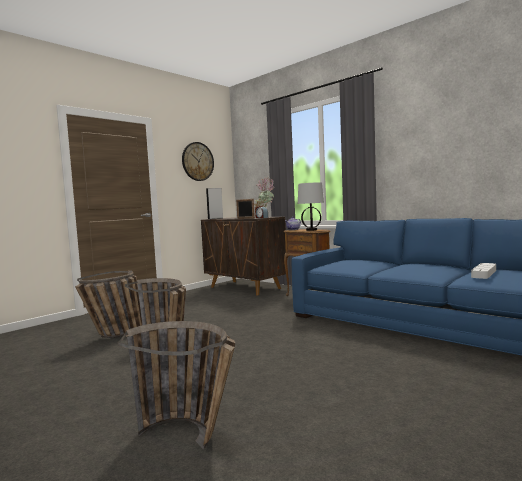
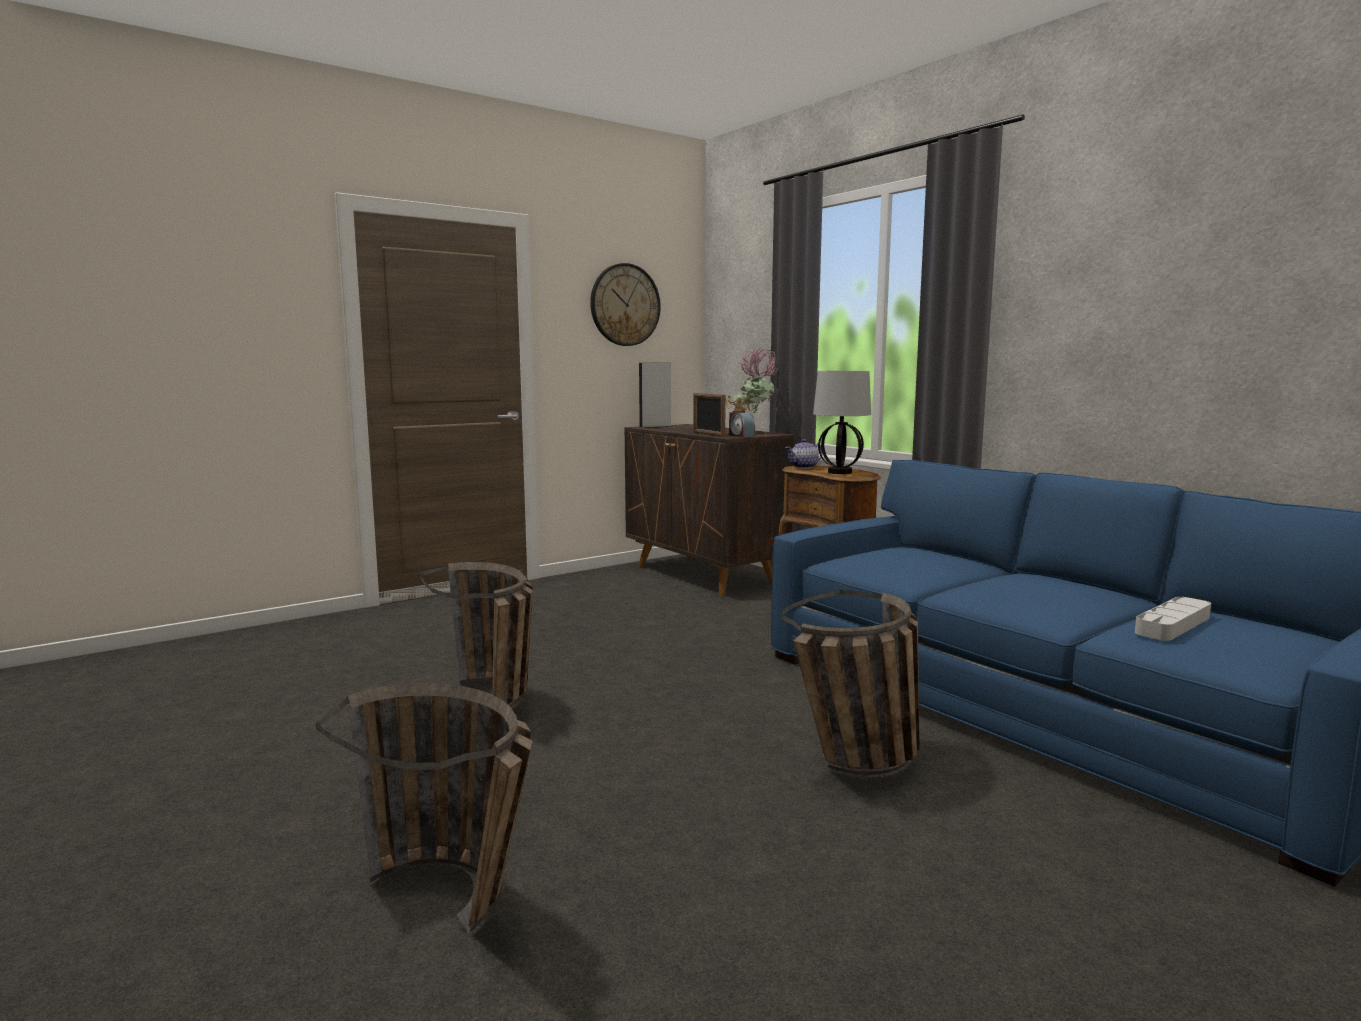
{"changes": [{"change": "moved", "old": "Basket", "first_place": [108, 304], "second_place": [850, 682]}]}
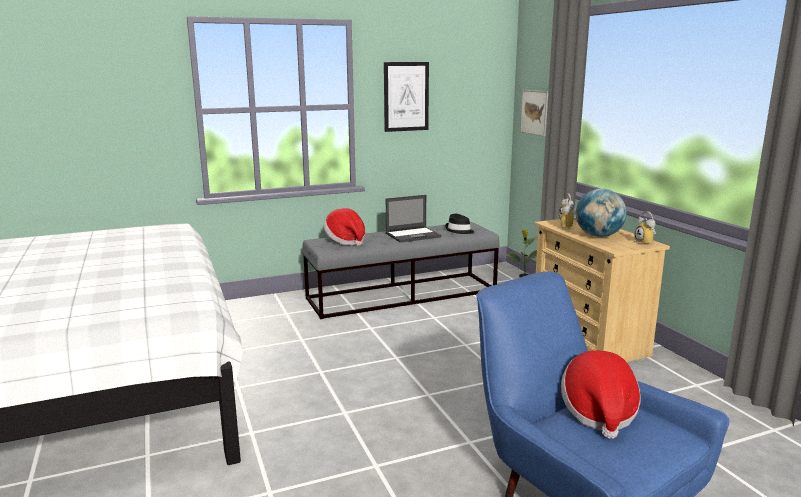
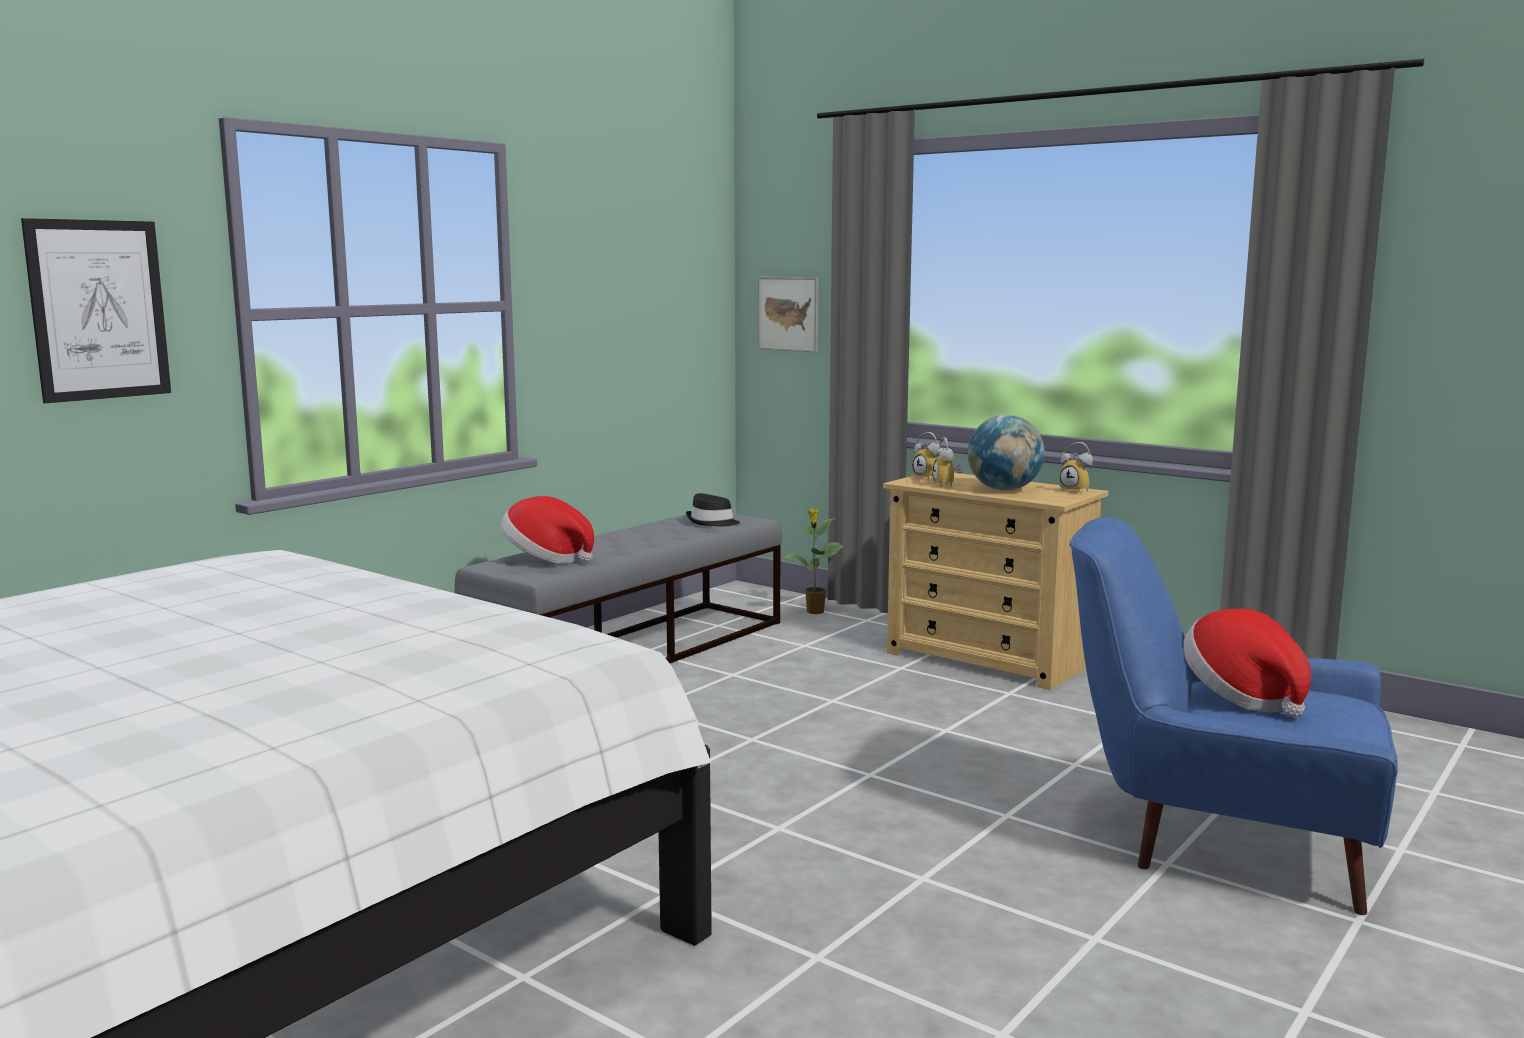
{"changes": [{"change": "moved", "old": "Picture", "first_place": [406, 97], "second_place": [96, 310]}, {"change": "removed", "old": "Laptop", "first_place": [413, 219]}]}
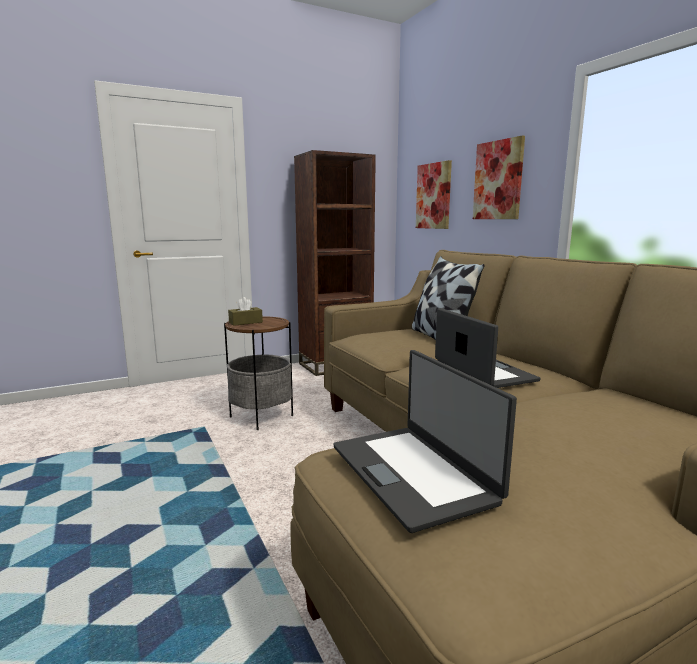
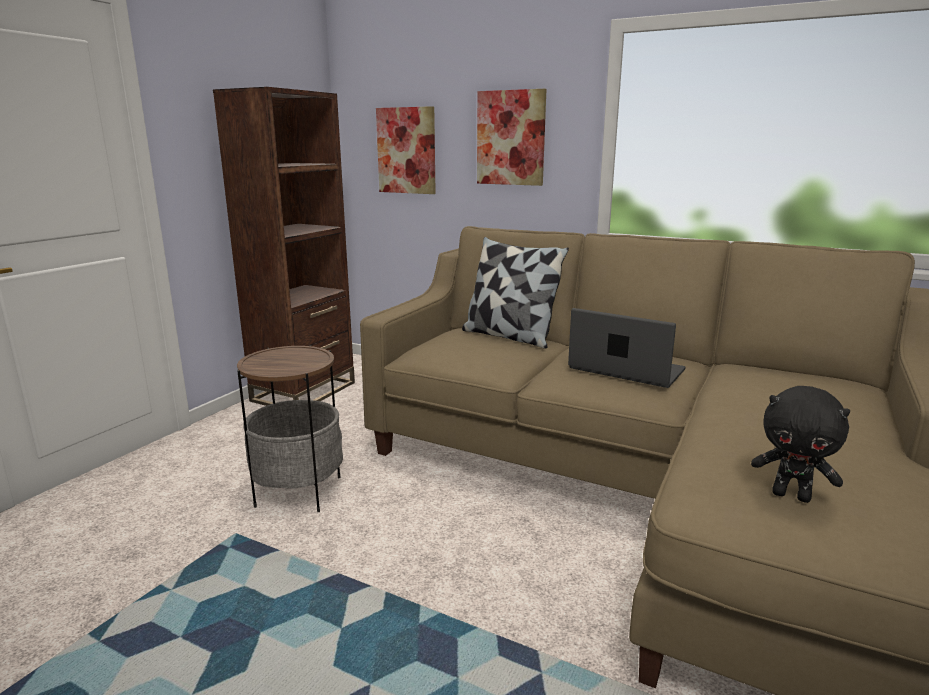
{"changes": [{"change": "removed", "old": "BrownTissueBox", "first_place": [245, 311]}, {"change": "replaced", "old": "Laptop", "new": "BlackPlushToy", "first_place": [425, 441], "second_place": [800, 444]}]}
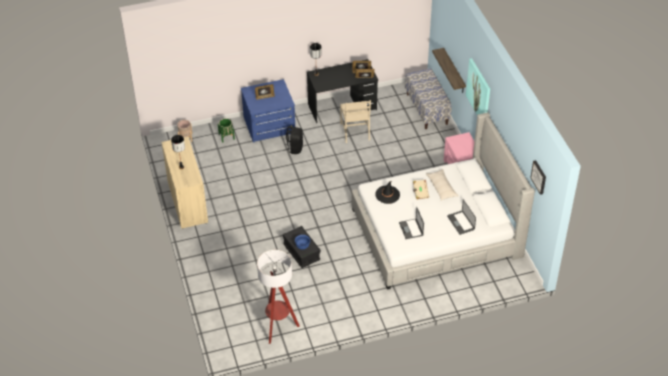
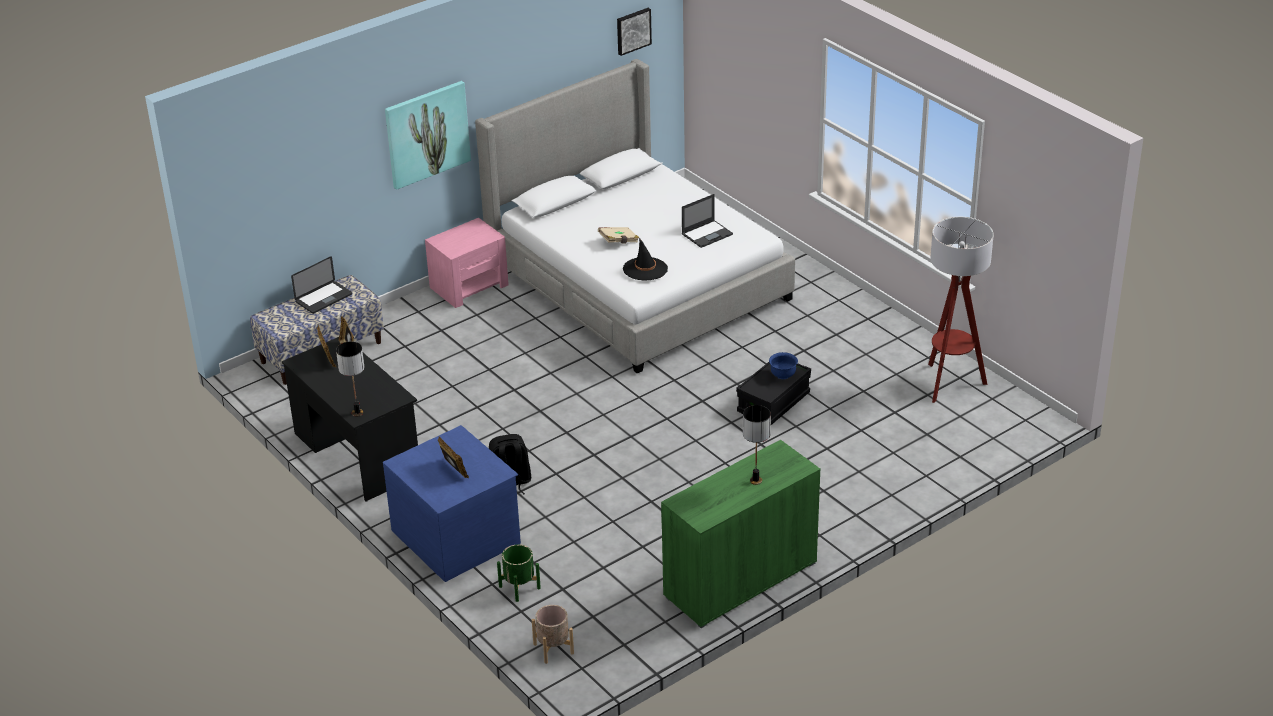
{"changes": [{"change": "recoloured", "old": "BeigeCabinet", "new": "GreenCabinet", "first_place": [184, 182], "second_place": [741, 534]}, {"change": "removed", "old": "BeigeChair", "first_place": [355, 121]}, {"change": "removed", "old": "BeigePillow", "first_place": [442, 185]}, {"change": "removed", "old": "Shelf", "first_place": [449, 70]}, {"change": "moved", "old": "Laptop", "first_place": [461, 217], "second_place": [321, 285]}]}
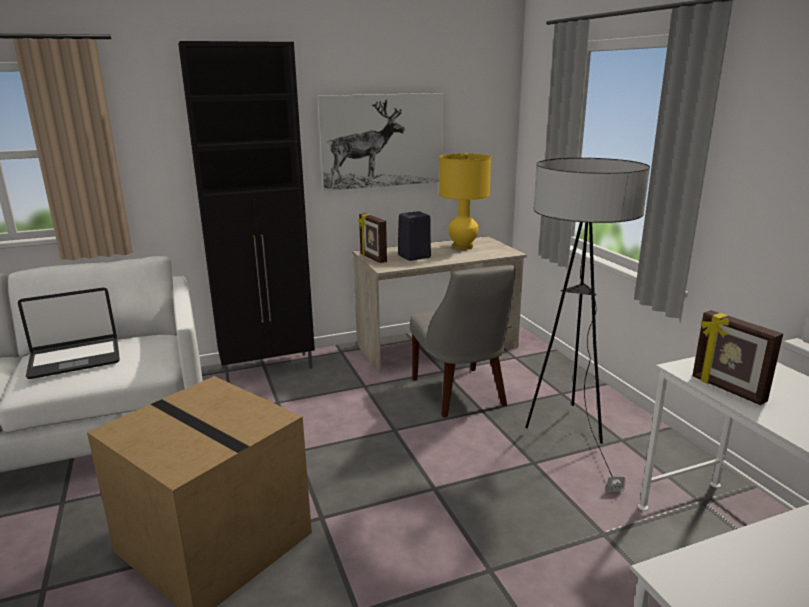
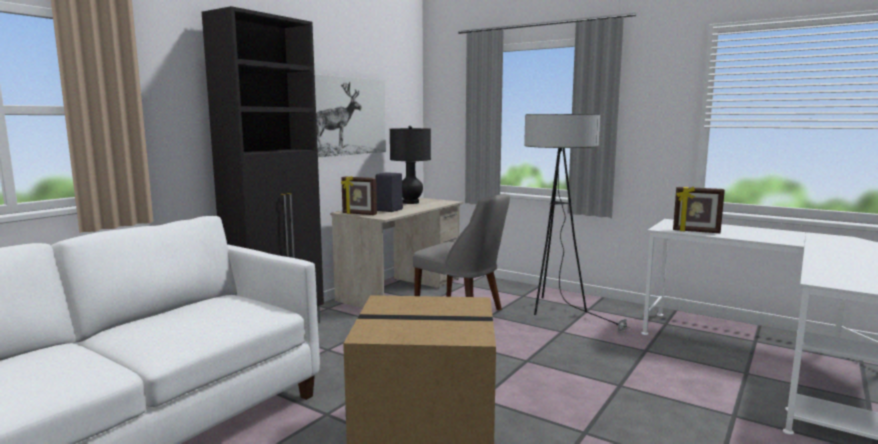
{"changes": [{"change": "removed", "old": "Laptop", "first_place": [69, 333]}, {"change": "recoloured", "old": "YellowTableLamp", "new": "BlackTableLamp", "first_place": [465, 201], "second_place": [410, 165]}]}
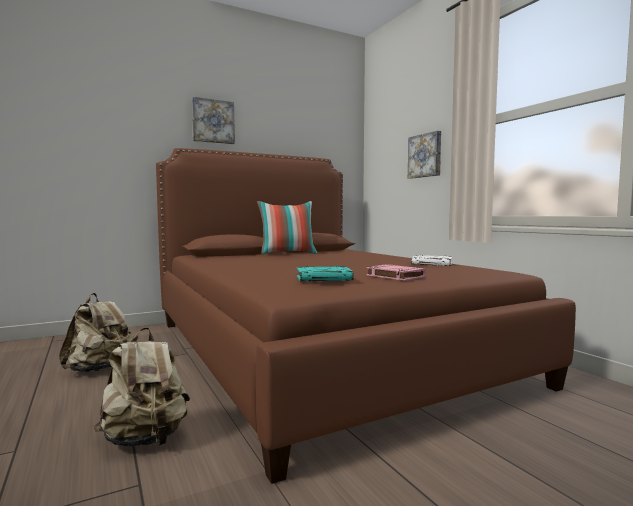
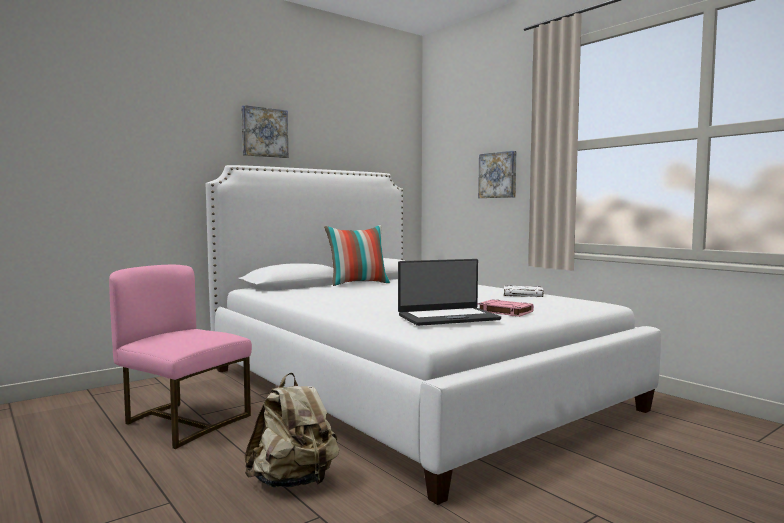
{"changes": [{"change": "replaced", "old": "BeigeBackpack", "new": "PinkChair", "first_place": [96, 332], "second_place": [180, 357]}, {"change": "recoloured", "old": "BrownBed", "new": "WhiteBed", "first_place": [366, 316], "second_place": [433, 335]}, {"change": "replaced", "old": "TurquoiseBook", "new": "Laptop", "first_place": [325, 274], "second_place": [449, 292]}]}
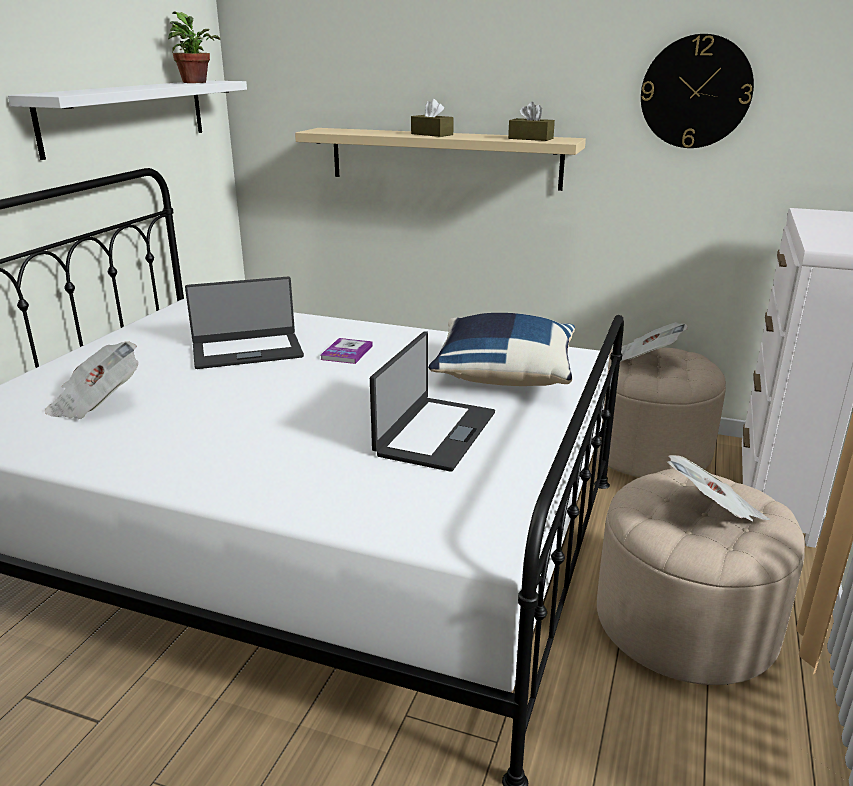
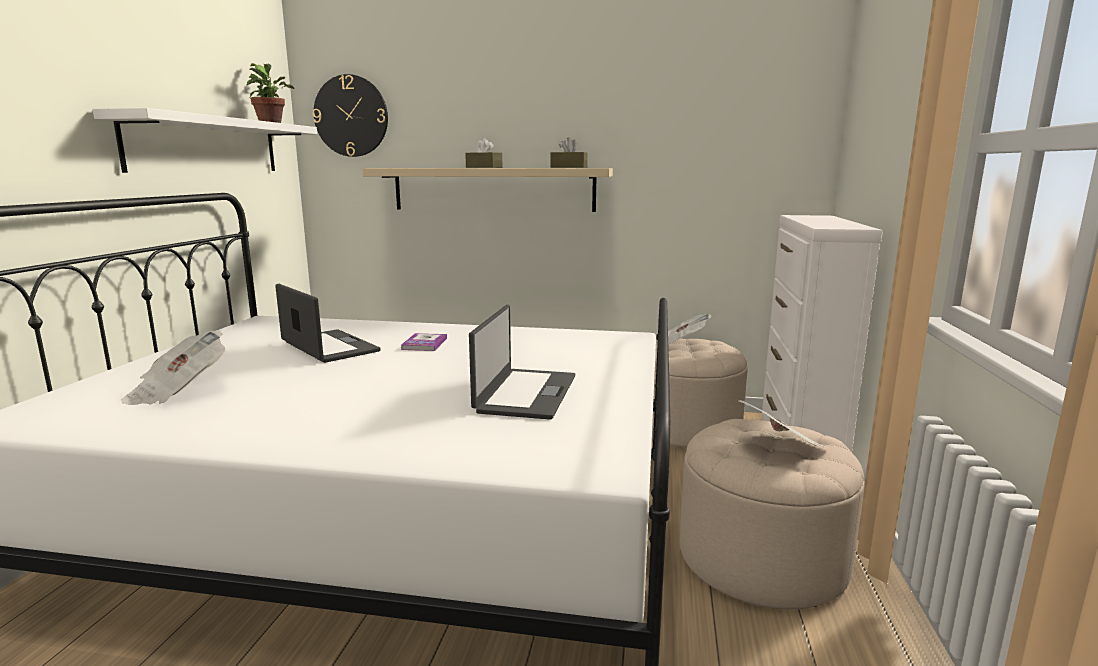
{"changes": [{"change": "turned", "old": "Laptop", "first_place": [244, 323], "second_place": [328, 323], "degrees": -105}, {"change": "removed", "old": "BluePillow", "first_place": [501, 349]}, {"change": "moved", "old": "WallClock", "first_place": [697, 91], "second_place": [350, 115]}]}
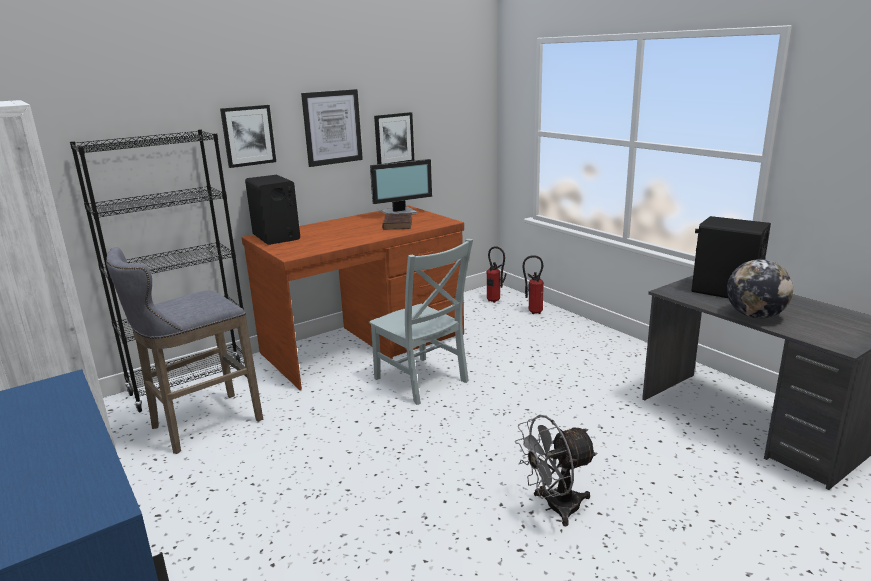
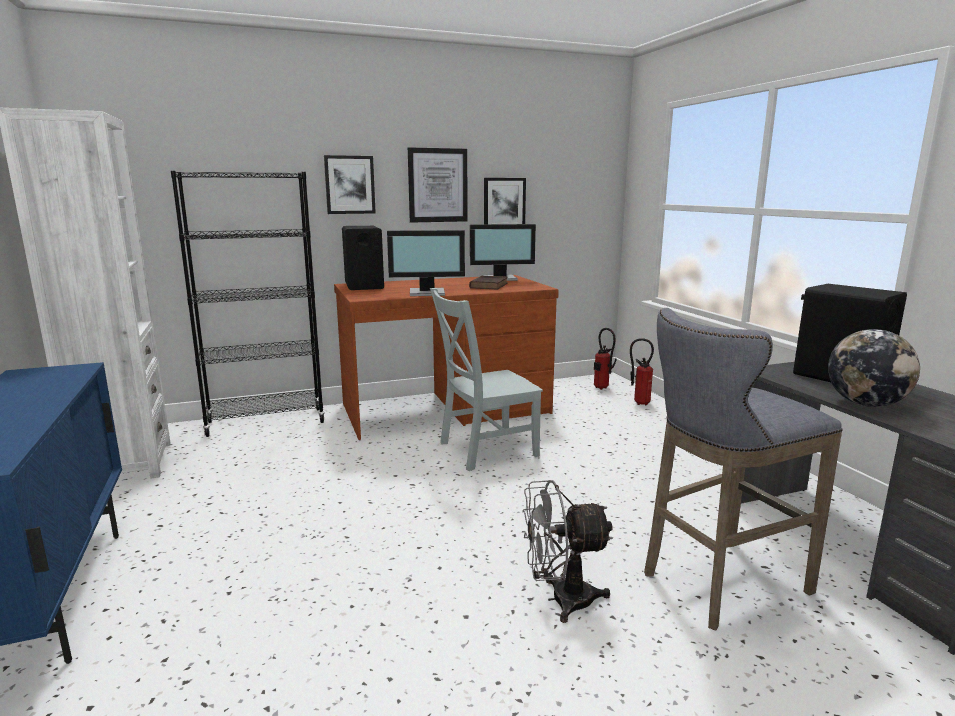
{"changes": [{"change": "moved", "old": "GreyStool", "first_place": [184, 350], "second_place": [743, 469]}, {"change": "turned", "old": "GreyChair", "first_place": [421, 322], "second_place": [486, 379], "degrees": 90}, {"change": "added", "new": "Monitor", "second_place": [426, 263]}]}
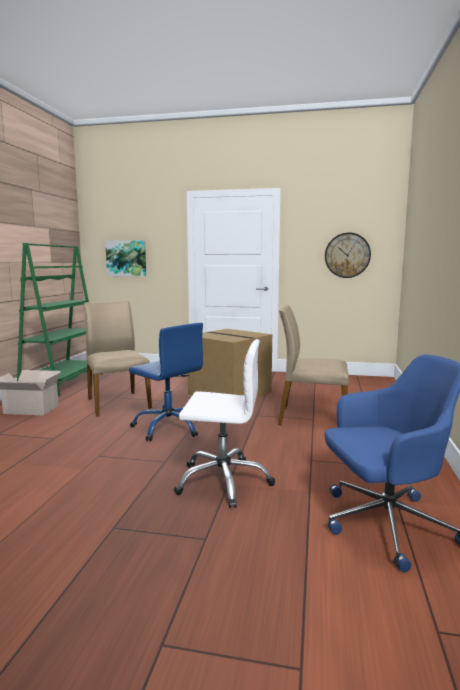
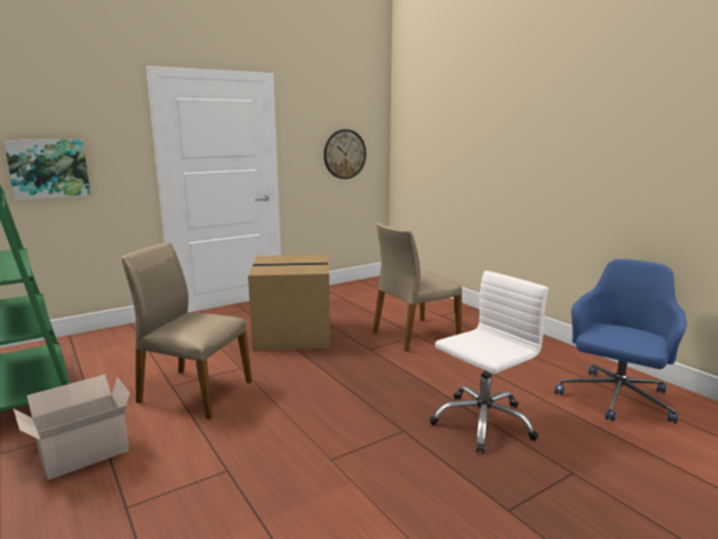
{"changes": [{"change": "removed", "old": "BlueOfficeChair", "first_place": [166, 382]}]}
